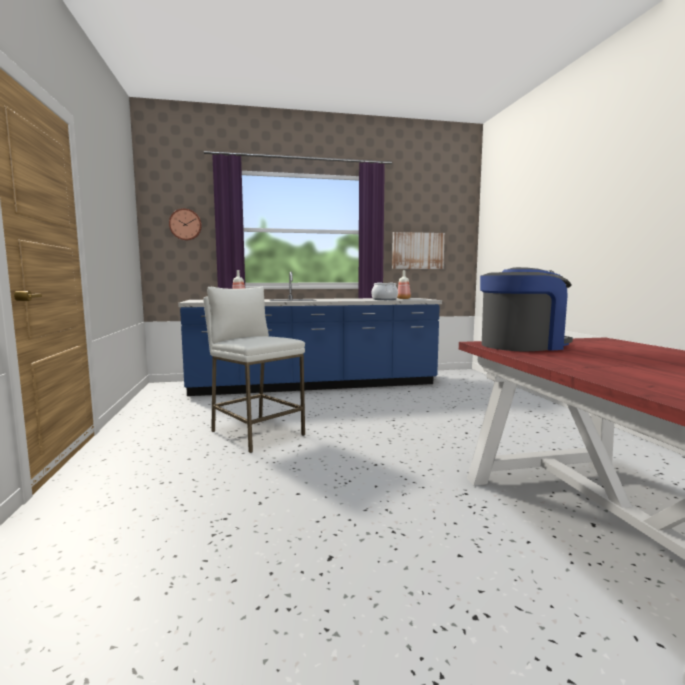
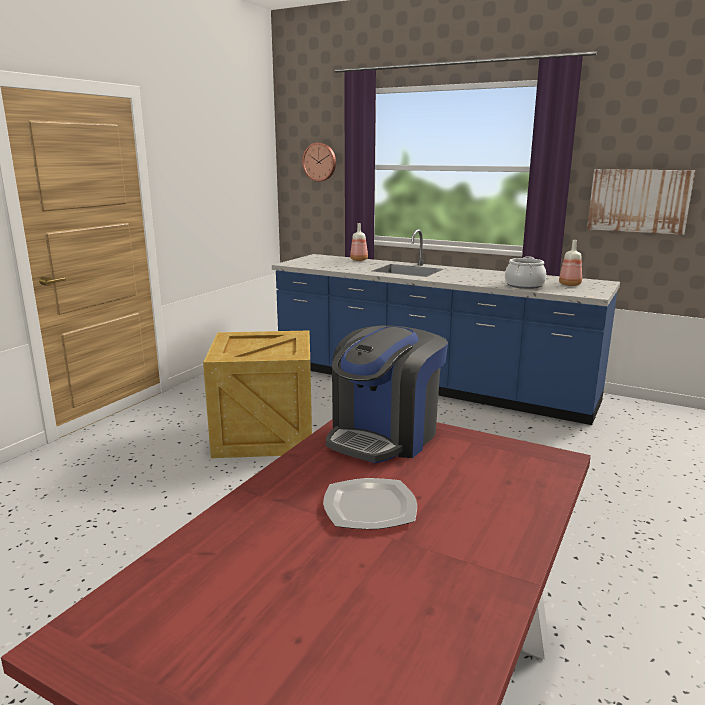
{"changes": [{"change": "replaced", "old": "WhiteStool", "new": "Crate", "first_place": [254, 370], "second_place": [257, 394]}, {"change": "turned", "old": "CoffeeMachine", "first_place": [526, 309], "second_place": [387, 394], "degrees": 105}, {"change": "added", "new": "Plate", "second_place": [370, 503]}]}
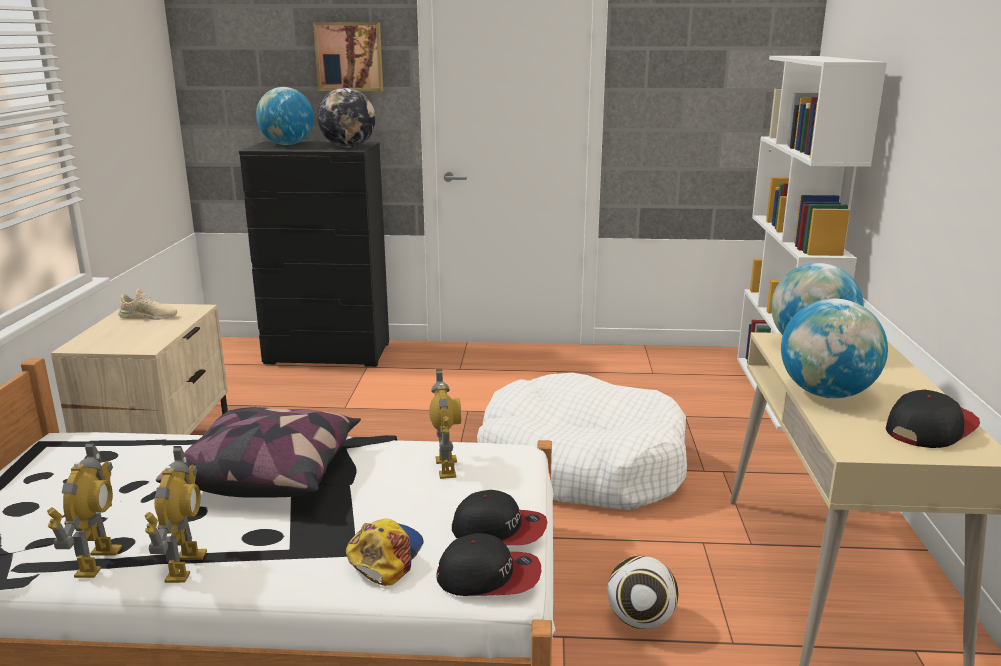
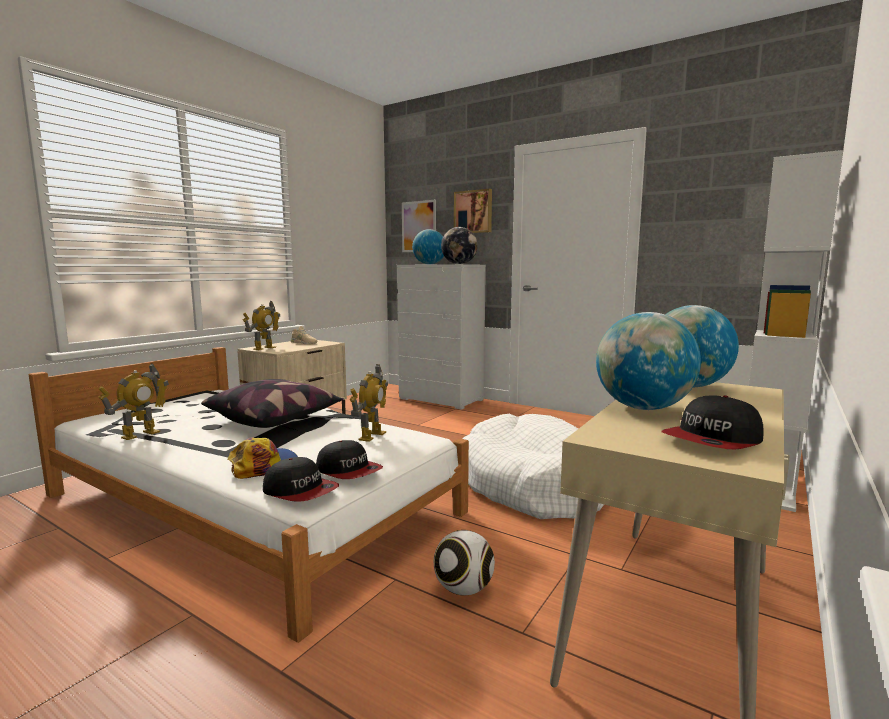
{"changes": [{"change": "moved", "old": "ToyRobot", "first_place": [176, 514], "second_place": [261, 325]}, {"change": "recoloured", "old": "BlackDresser", "new": "WhiteDresser", "first_place": [314, 254], "second_place": [441, 337]}, {"change": "turned", "old": "Cap", "first_place": [933, 419], "second_place": [713, 422], "degrees": 150}, {"change": "added", "new": "Picture", "second_place": [419, 226]}]}
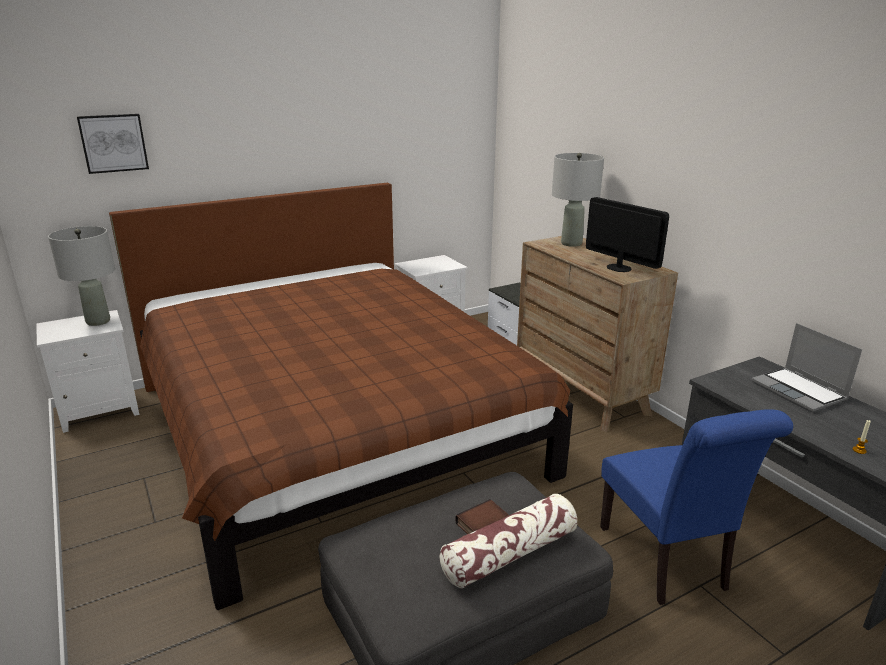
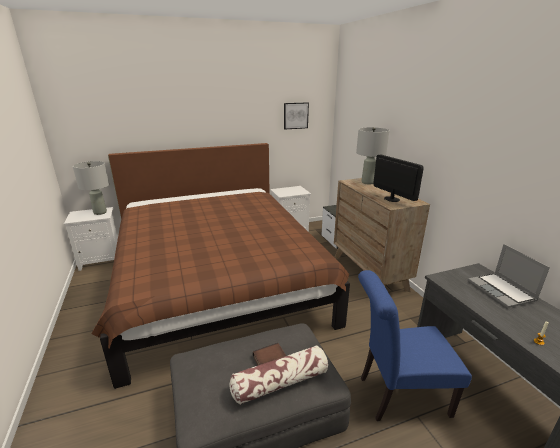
{"changes": [{"change": "moved", "old": "Picture", "first_place": [113, 144], "second_place": [296, 116]}, {"change": "turned", "old": "BlueChair", "first_place": [696, 507], "second_place": [415, 345], "degrees": 90}]}
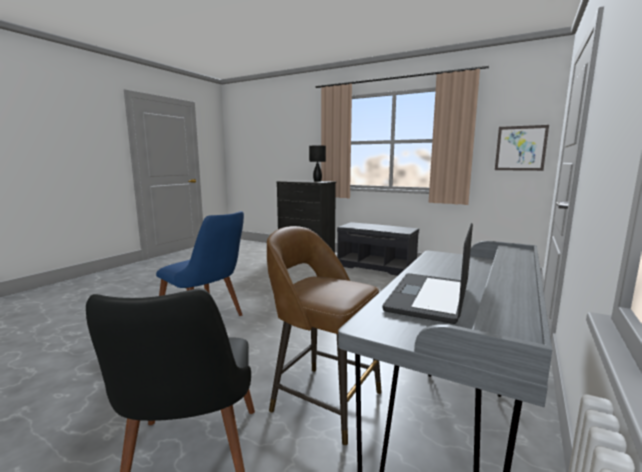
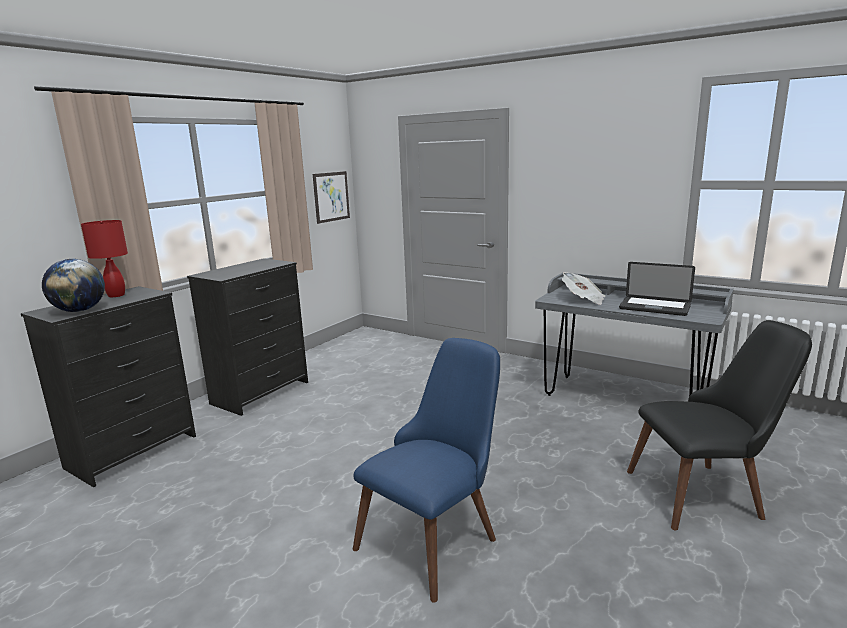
{"changes": [{"change": "removed", "old": "BrownStool", "first_place": [324, 335]}, {"change": "recoloured", "old": "BlackTableLamp", "new": "RedTableLamp", "first_place": [317, 163], "second_place": [104, 258]}, {"change": "replaced", "old": "GreyBench", "new": "BlackDresser", "first_place": [378, 249], "second_place": [247, 337]}, {"change": "added", "new": "Globe", "second_place": [73, 285]}, {"change": "added", "new": "Newspaper", "second_place": [583, 288]}]}
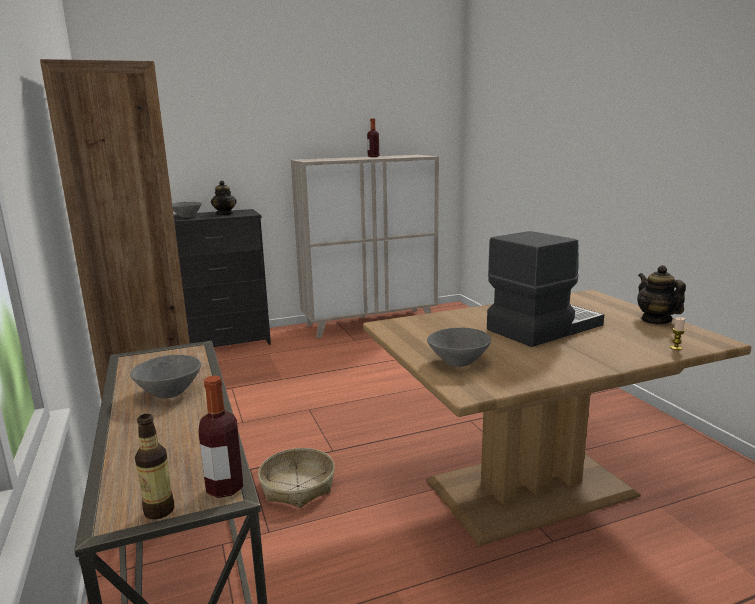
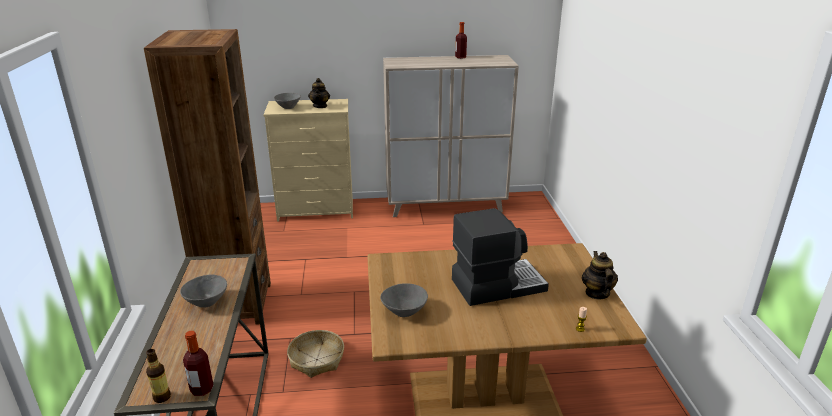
{"changes": [{"change": "recoloured", "old": "BlackDresser", "new": "BeigeDresser", "first_place": [222, 278], "second_place": [308, 160]}]}
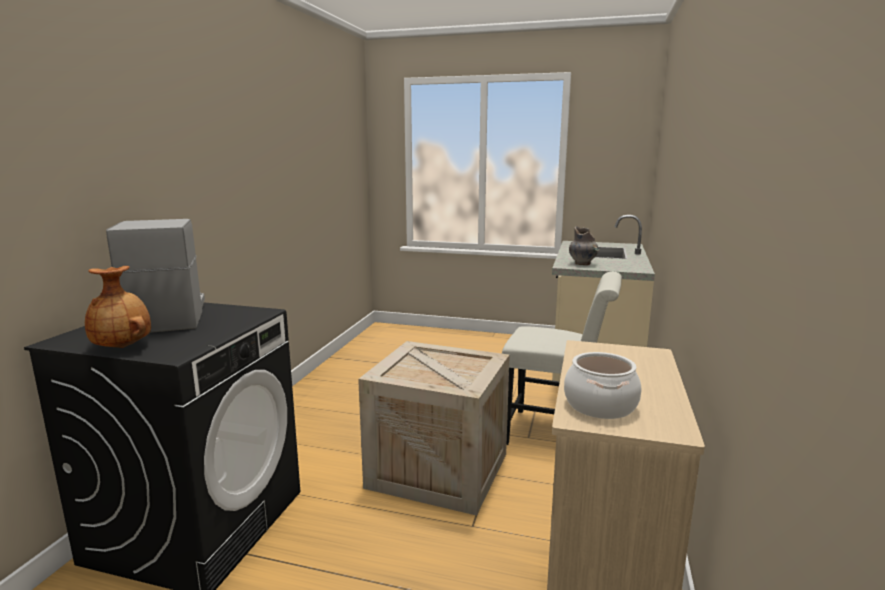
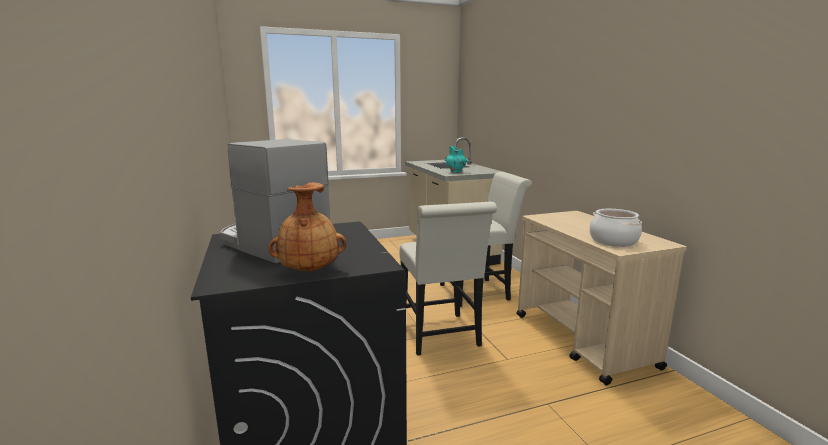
{"changes": [{"change": "replaced", "old": "Crate", "new": "WhiteChair", "first_place": [434, 428], "second_place": [448, 279]}, {"change": "recoloured", "old": "GreyVase", "new": "TurquoiseVase", "first_place": [584, 245], "second_place": [457, 159]}]}
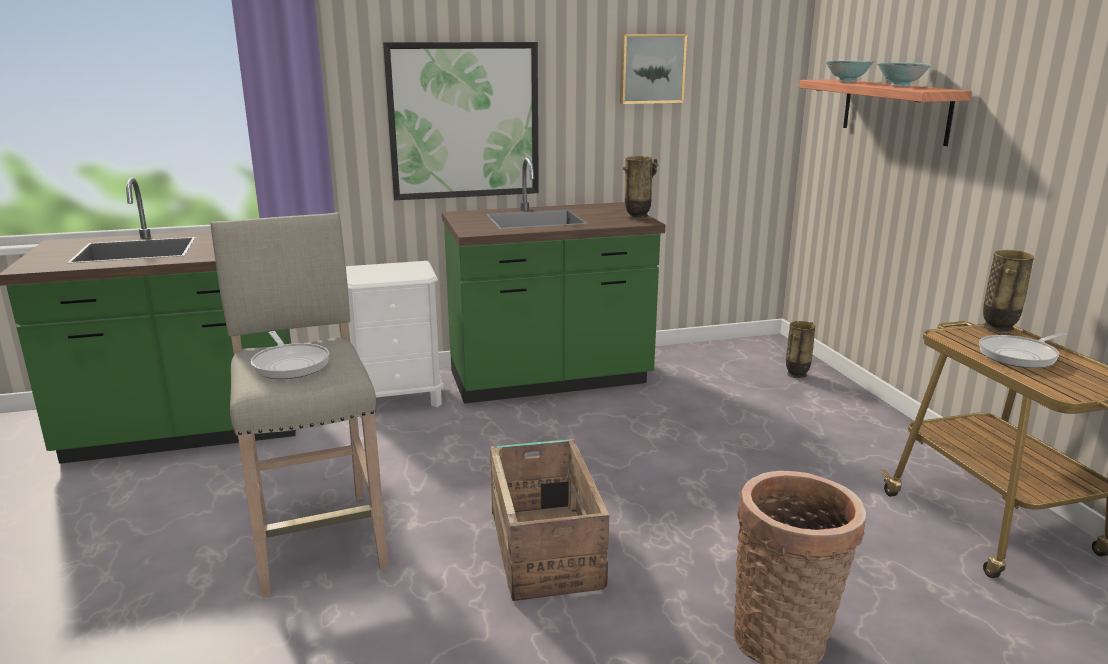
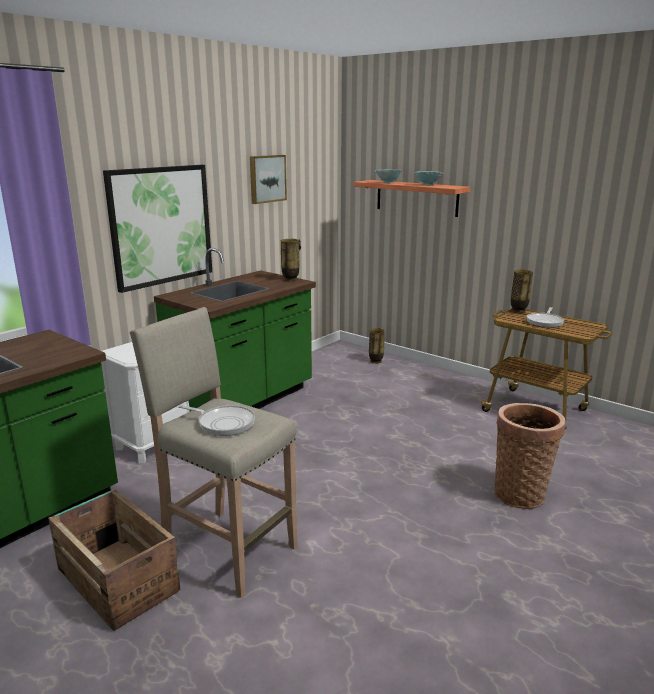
{"changes": [{"change": "moved", "old": "Crate", "first_place": [549, 520], "second_place": [114, 560]}]}
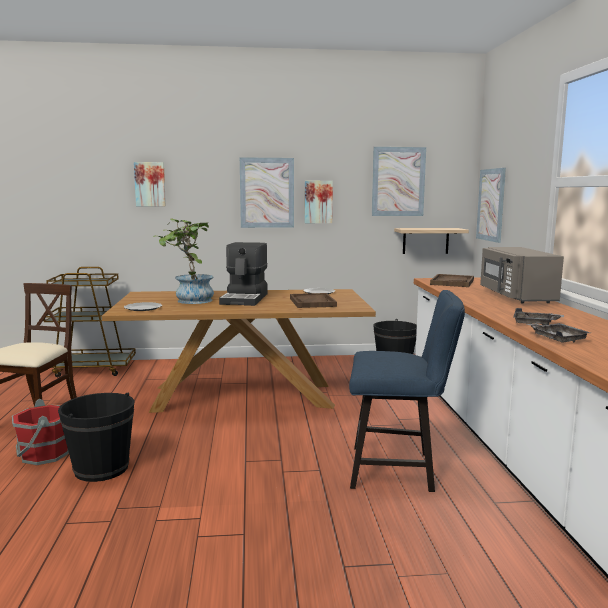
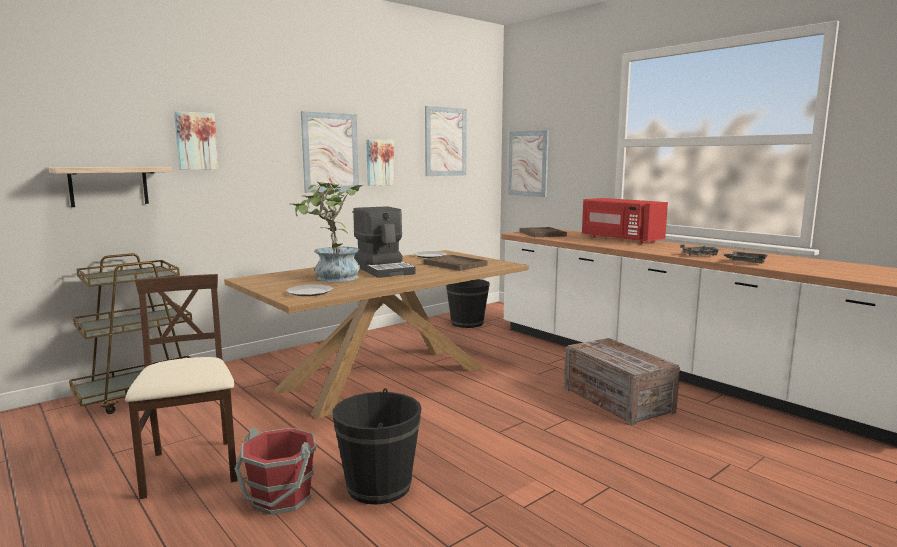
{"changes": [{"change": "replaced", "old": "BlueChair", "new": "Crate", "first_place": [407, 391], "second_place": [622, 382]}, {"change": "moved", "old": "Shelf", "first_place": [431, 241], "second_place": [110, 187]}, {"change": "recoloured", "old": "GreyMicrowave", "new": "RedMicrowave", "first_place": [522, 275], "second_place": [625, 220]}]}
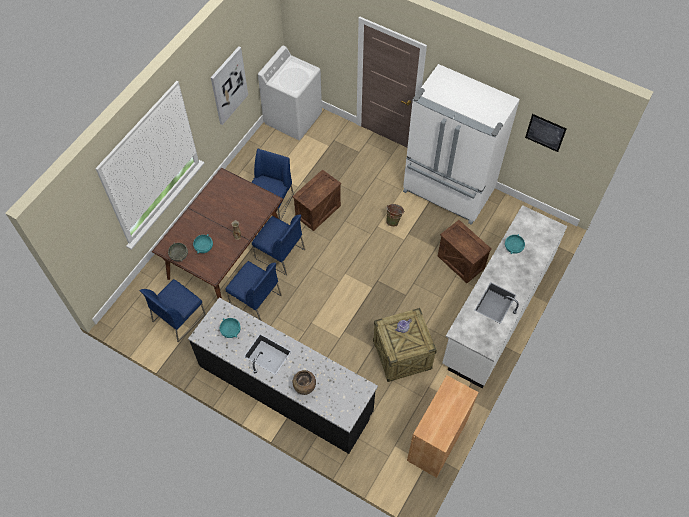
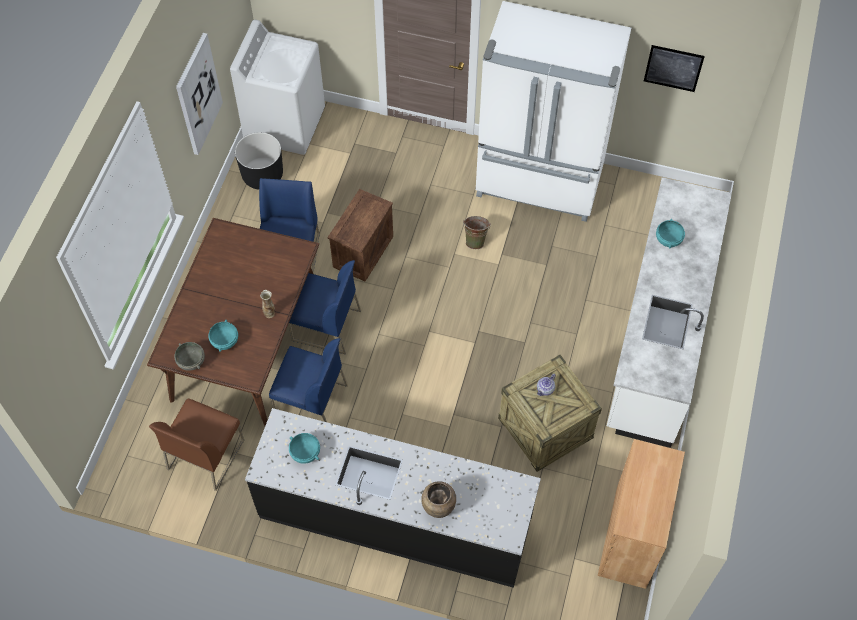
{"changes": [{"change": "recoloured", "old": "BlueChair", "new": "BrownChair", "first_place": [172, 311], "second_place": [196, 444]}, {"change": "removed", "old": "Crate", "first_place": [465, 251]}, {"change": "added", "new": "BlackPlanter", "second_place": [259, 161]}]}
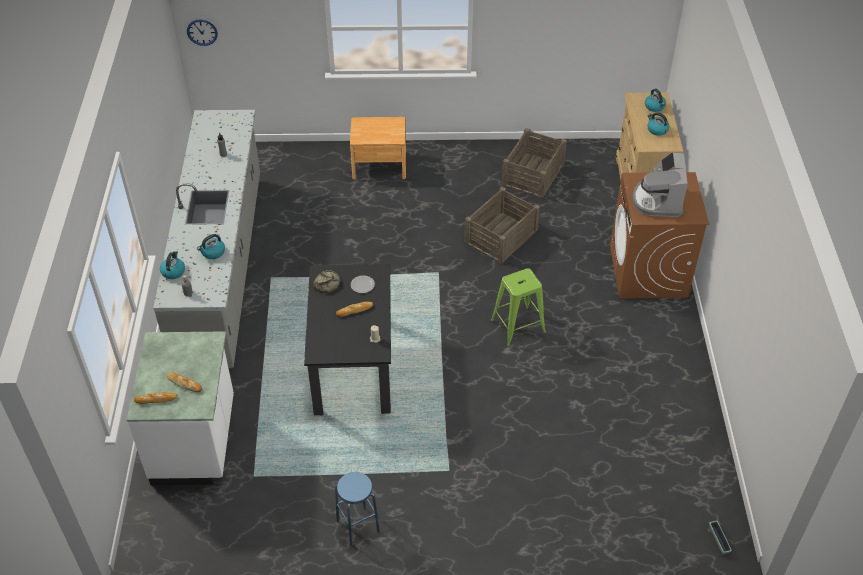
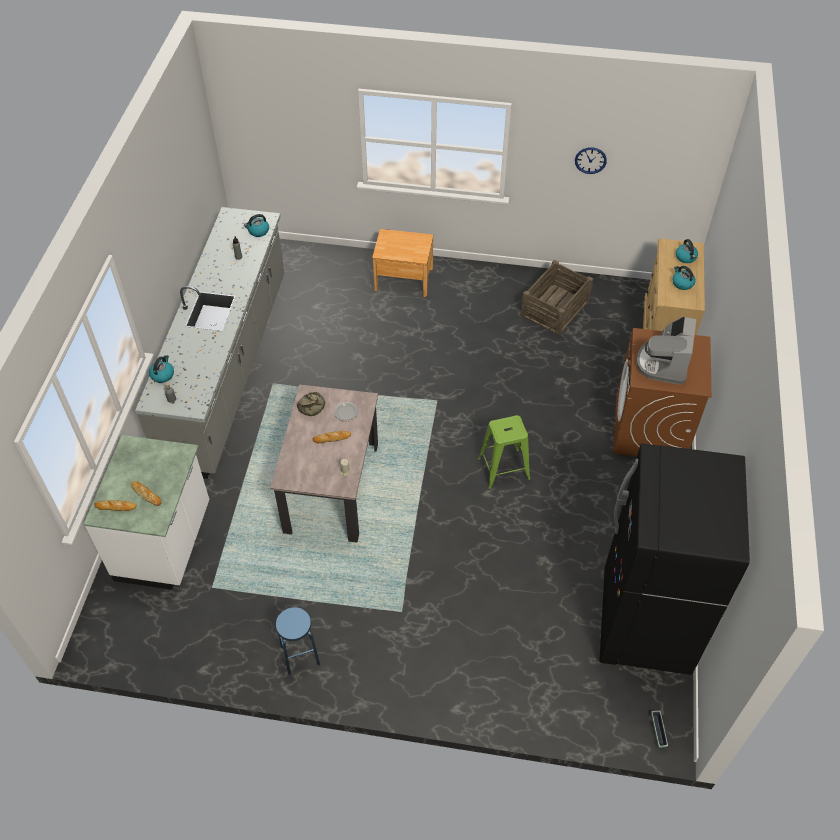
{"changes": [{"change": "moved", "old": "WallClock", "first_place": [202, 32], "second_place": [591, 160]}, {"change": "moved", "old": "Kettle", "first_place": [211, 246], "second_place": [256, 225]}, {"change": "recoloured", "old": "BlackDiningTable", "new": "BeigeDiningTable", "first_place": [347, 340], "second_place": [324, 464]}, {"change": "removed", "old": "Crate", "first_place": [502, 225]}, {"change": "added", "new": "BlackFridge", "second_place": [674, 559]}]}
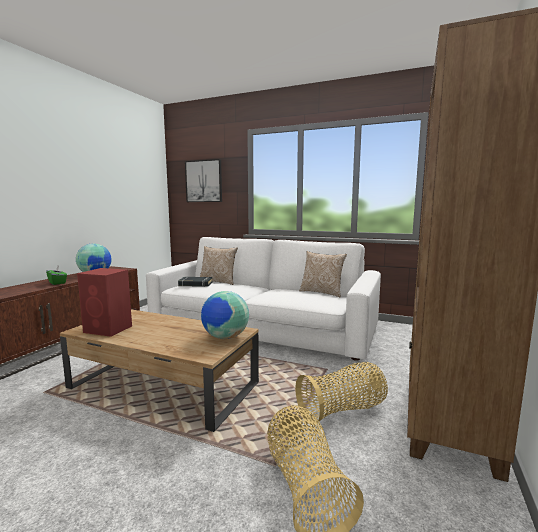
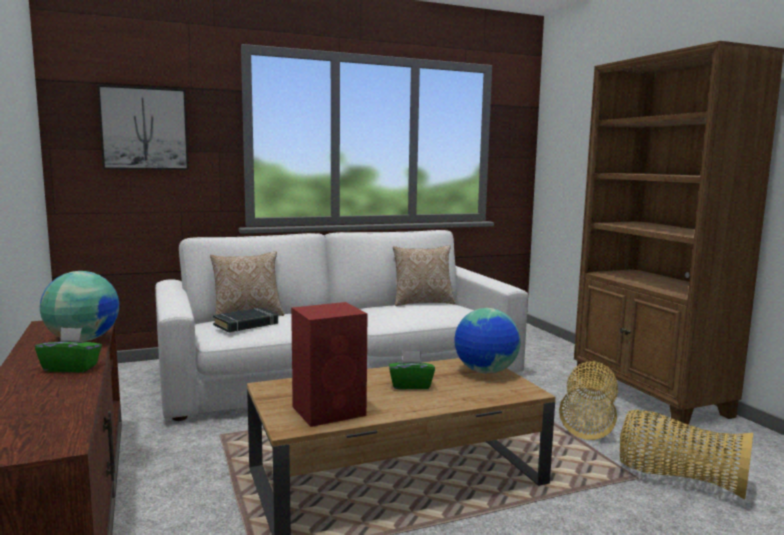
{"changes": [{"change": "added", "new": "GreenTissueBox", "second_place": [412, 370]}]}
